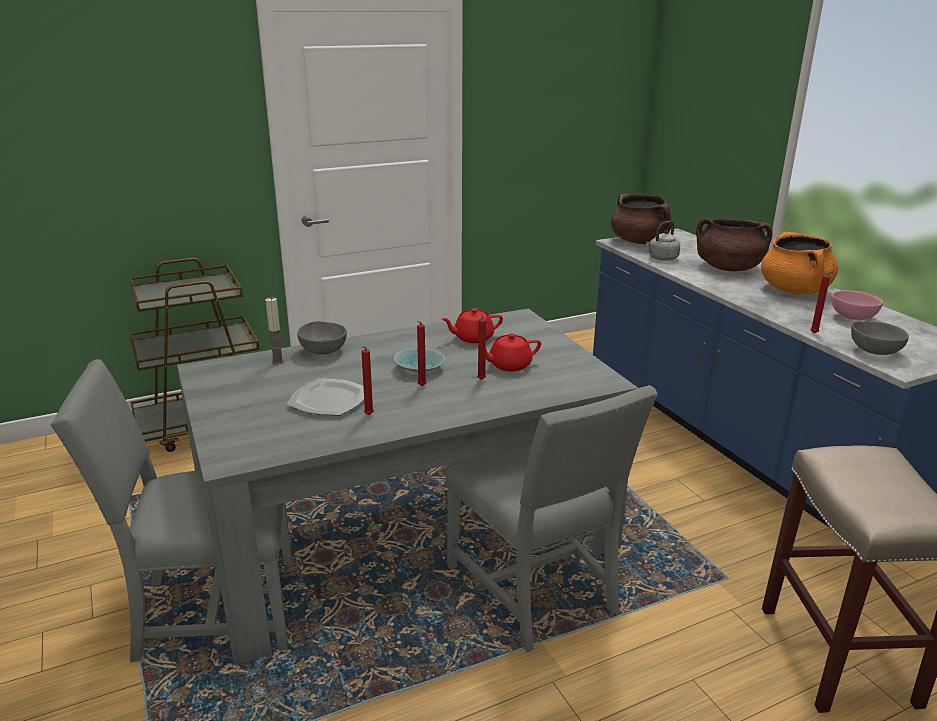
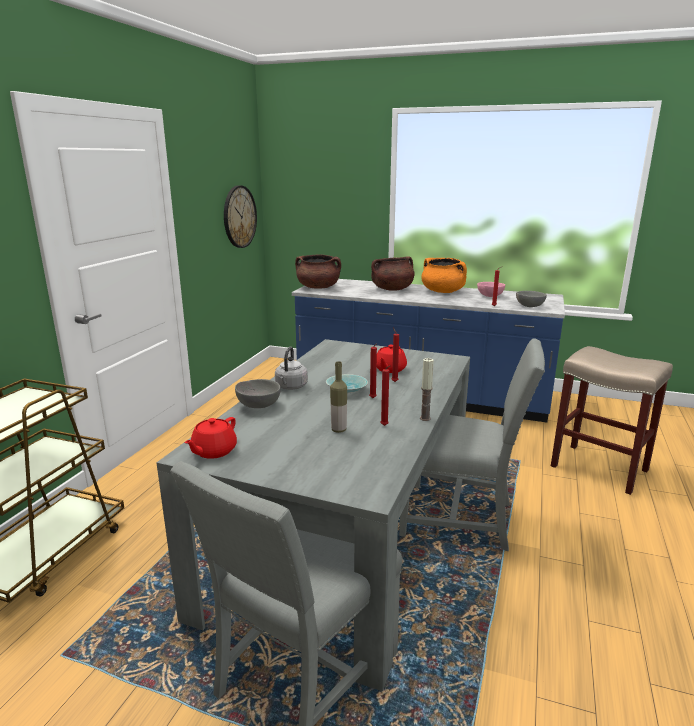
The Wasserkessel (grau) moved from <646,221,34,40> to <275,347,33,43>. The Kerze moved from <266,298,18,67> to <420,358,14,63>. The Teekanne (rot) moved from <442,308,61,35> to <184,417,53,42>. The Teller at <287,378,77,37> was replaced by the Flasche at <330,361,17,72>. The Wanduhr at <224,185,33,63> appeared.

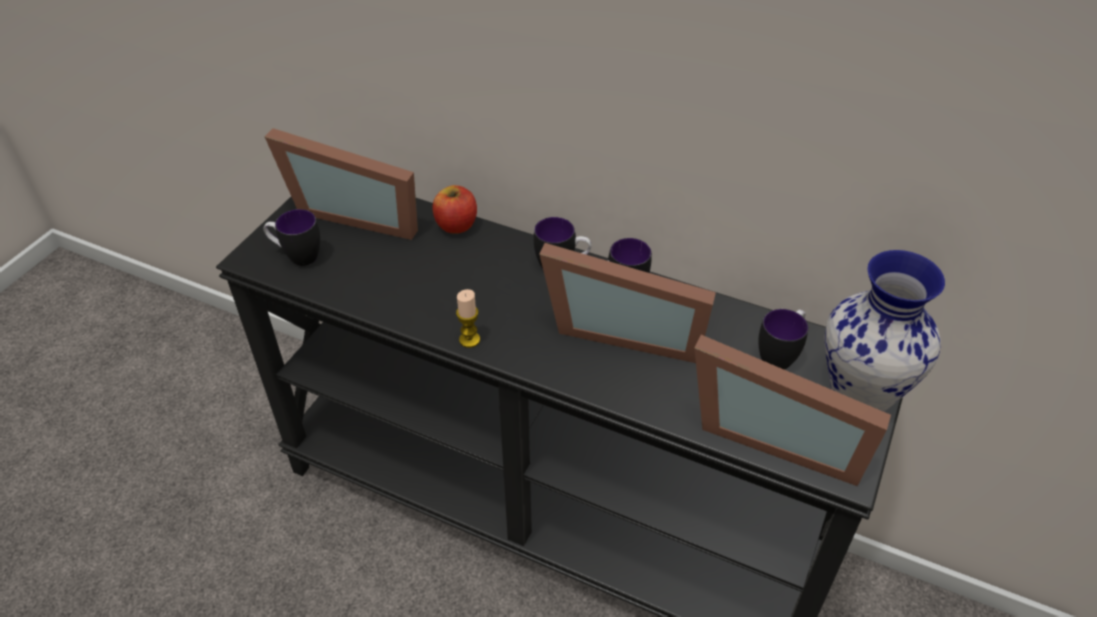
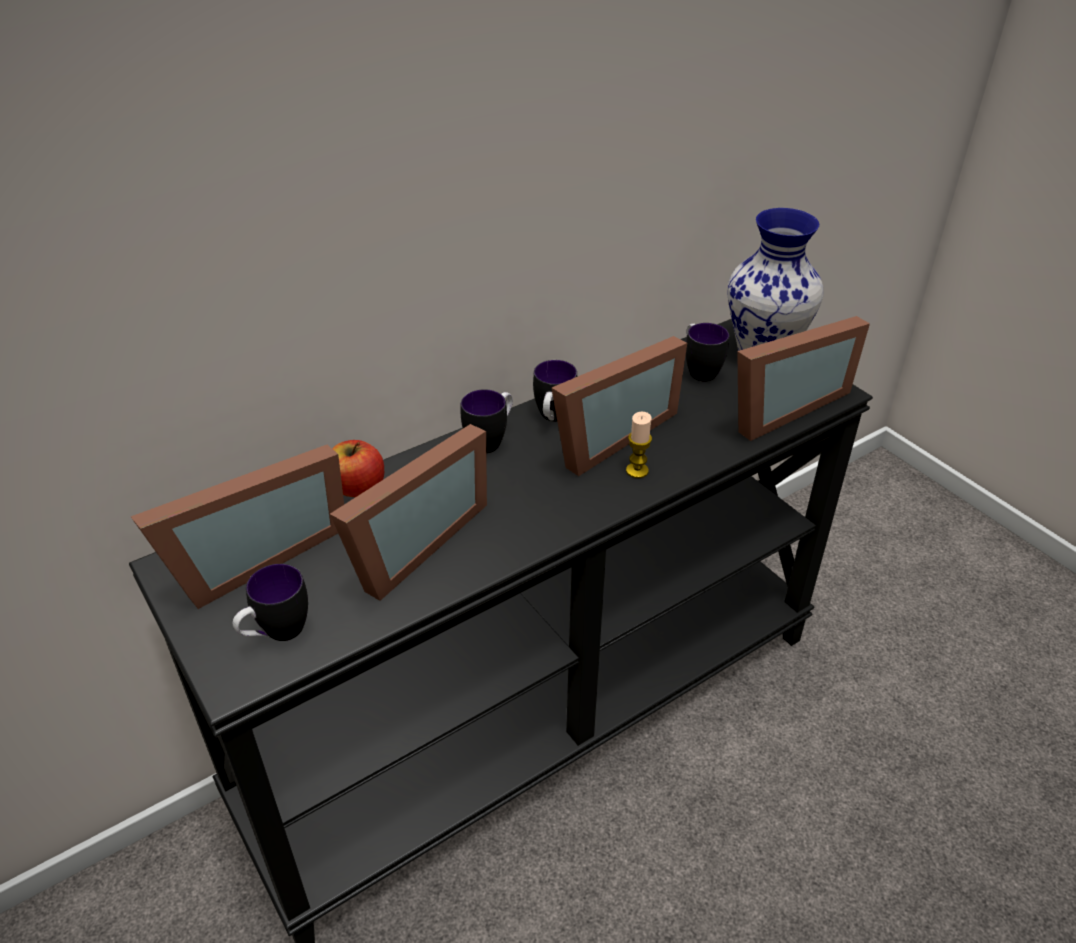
The Kerze moved from <456,289,24,59> to <626,412,26,66>. The Bilderrahmen at <330,424,157,177> appeared.

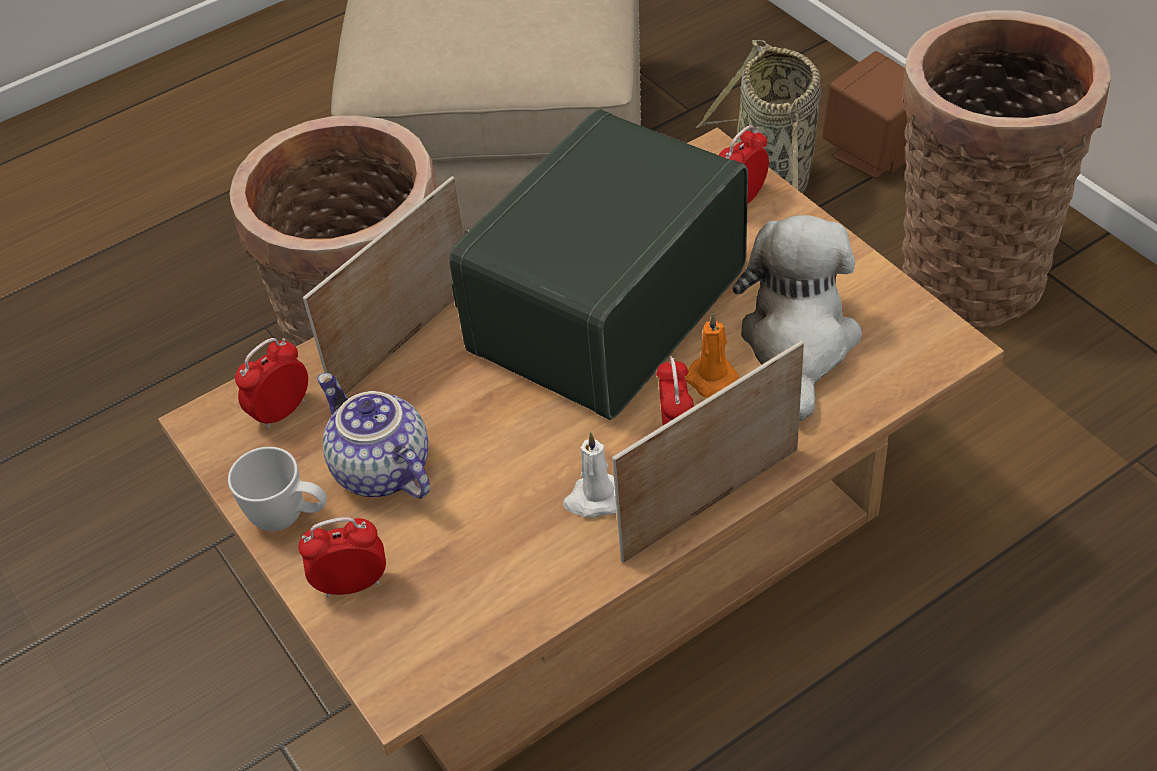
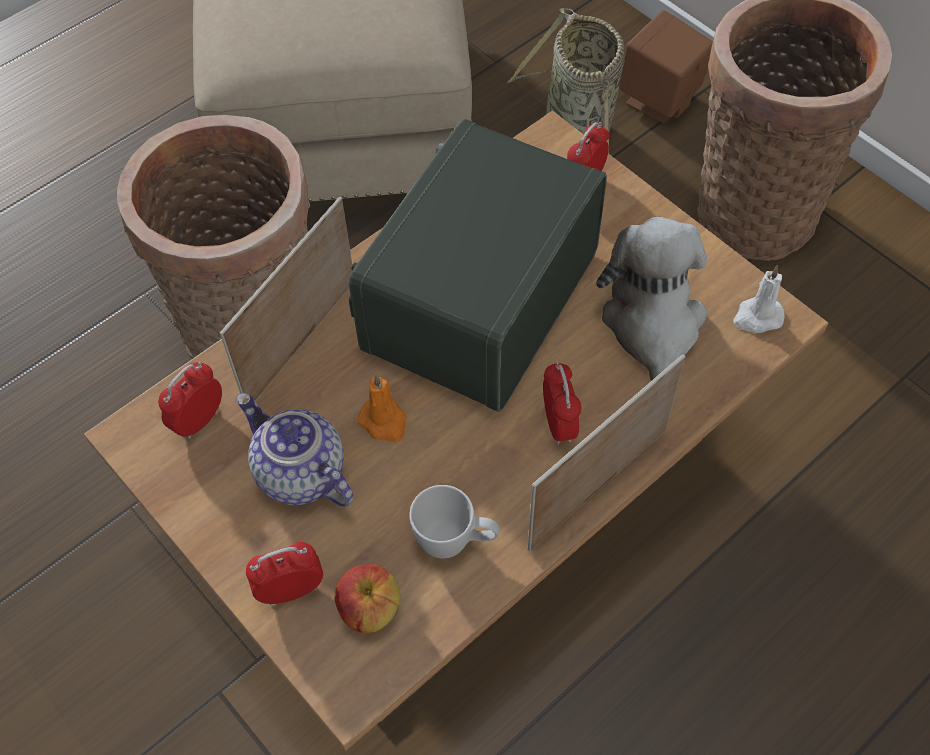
The Kerze (orange) moved from <686,312,53,86> to <358,374,48,68>. The Kerze (weiß) moved from <563,432,54,86> to <733,266,52,67>. The Henkelbecher (weiß) moved from <228,447,99,85> to <409,485,90,73>. The Apfel at <335,564,65,69> appeared.

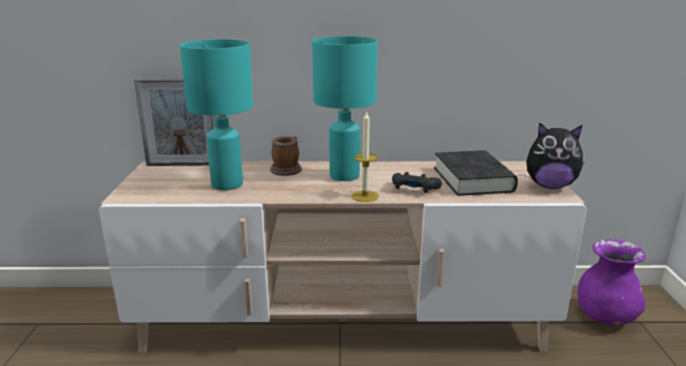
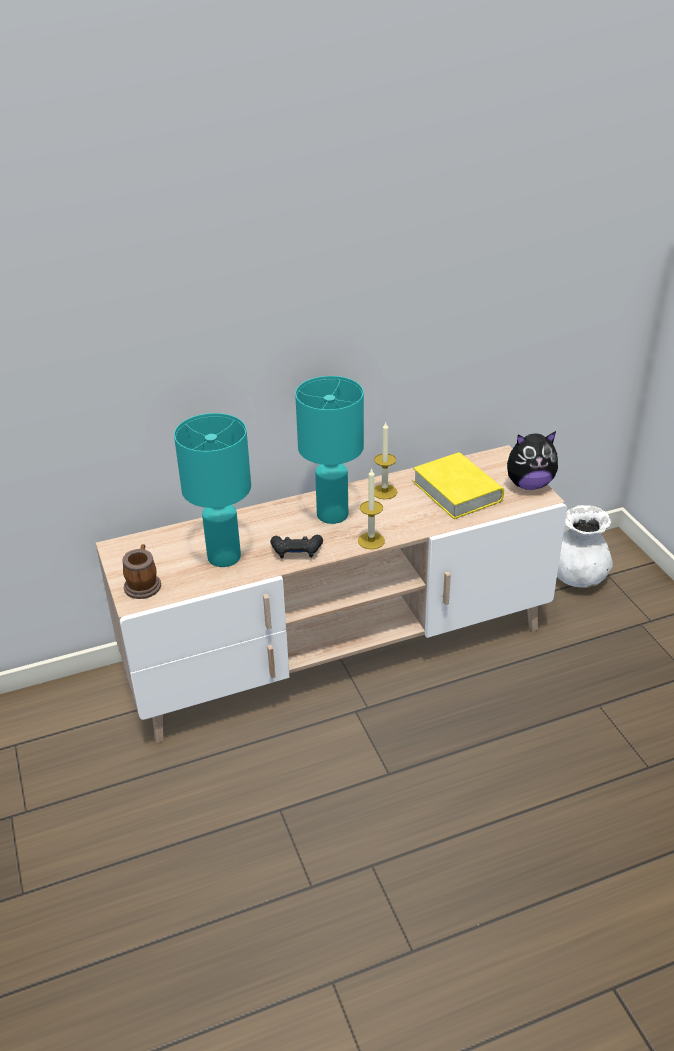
The Bilderrahmen at <134,77,81,89> disappeared. The Henkelbecher moved from <270,136,32,40> to <122,544,39,55>. The Buch (schwarz) at <434,150,84,46> became the Buch (gelb) at <413,453,91,66>. The Gamepad (schwarz) moved from <392,172,50,21> to <270,534,53,24>. The Vase (lila) at <578,239,68,86> became the Vase (weiß) at <557,505,56,83>. The Kerze at <374,422,23,77> appeared.

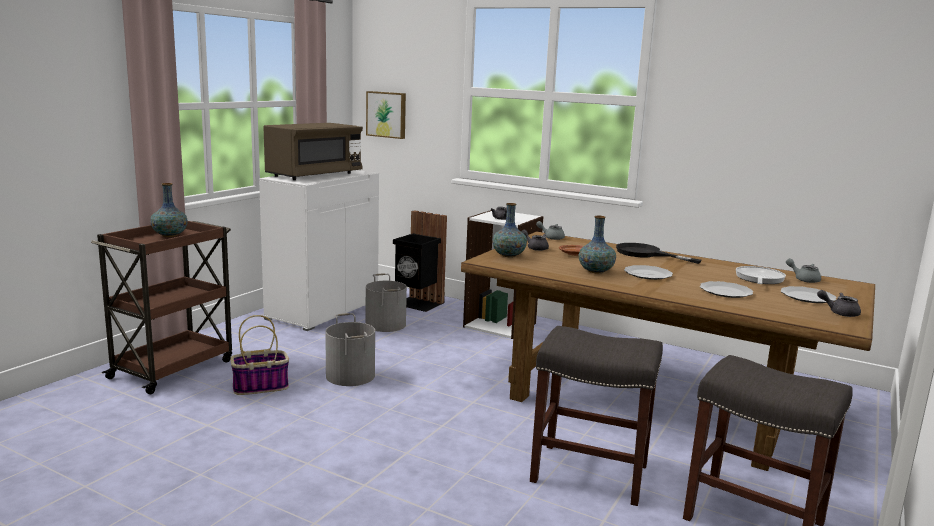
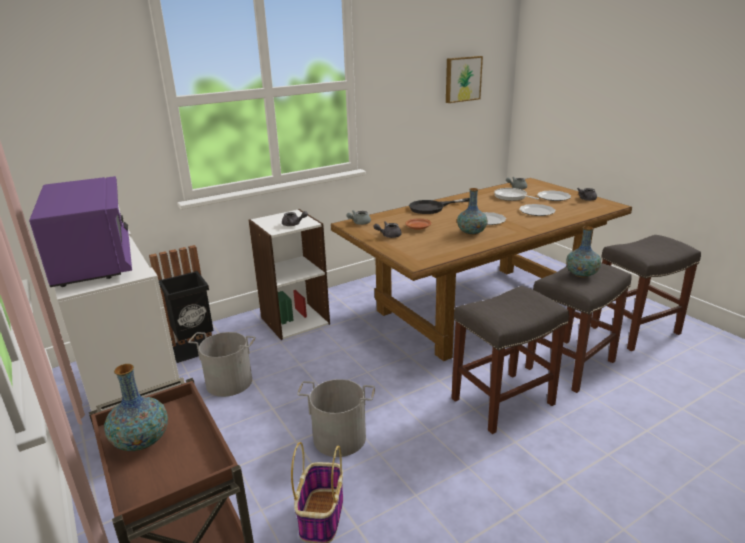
The Bild moved from <366,91,40,48> to <446,56,37,47>. The Mikrowelle (braun) at <263,123,100,57> became the Mikrowelle (lila) at <29,176,103,111>. The Vase moved from <492,203,35,55> to <566,226,35,51>. The Hocker (grau) at <451,286,118,148> appeared.

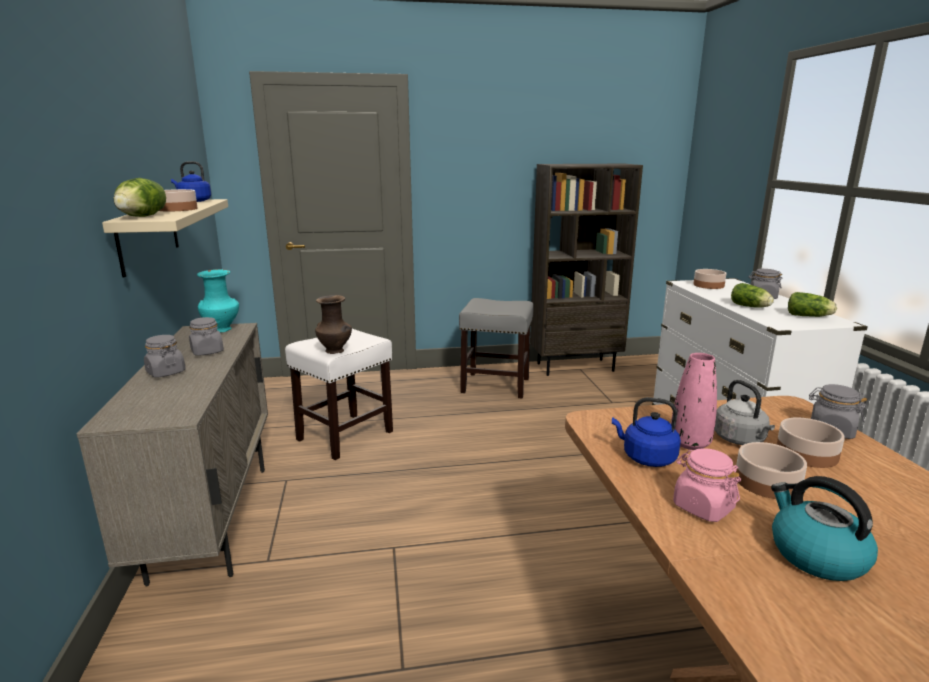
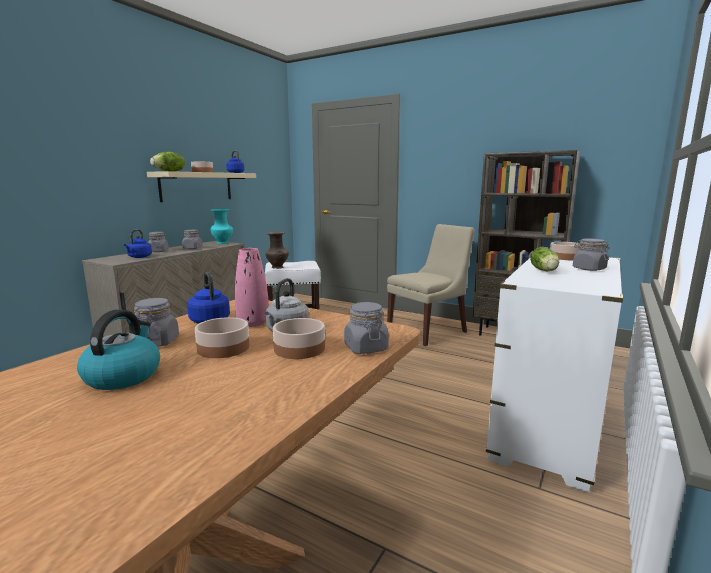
The Salatkopf at <788,292,49,25> disappeared. The Hocker (grau) at <459,298,75,101> was replaced by the Stuhl (beige) at <387,224,87,122>. The Vorratsglas (rosa) at <673,448,68,74> became the Vorratsglas (grau) at <134,298,45,49>. The Wasserkessel (blau) at <124,229,28,29> appeared.

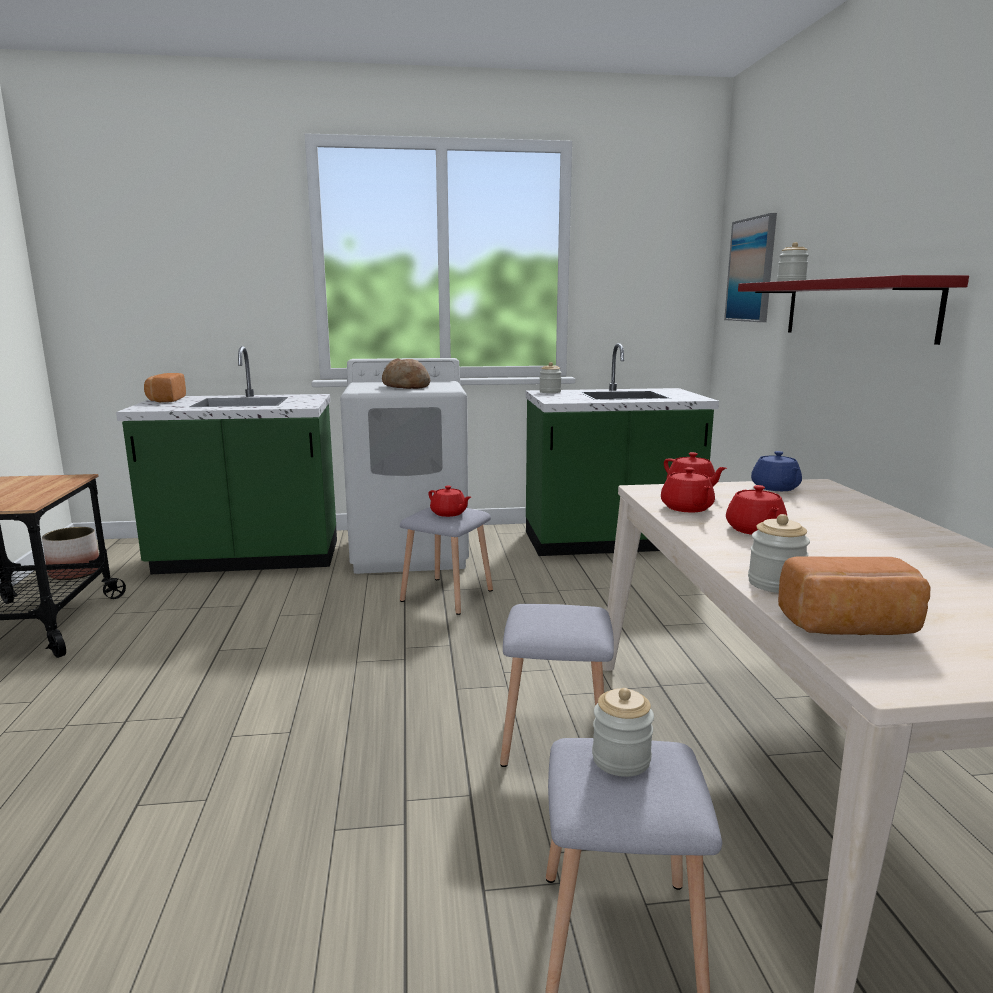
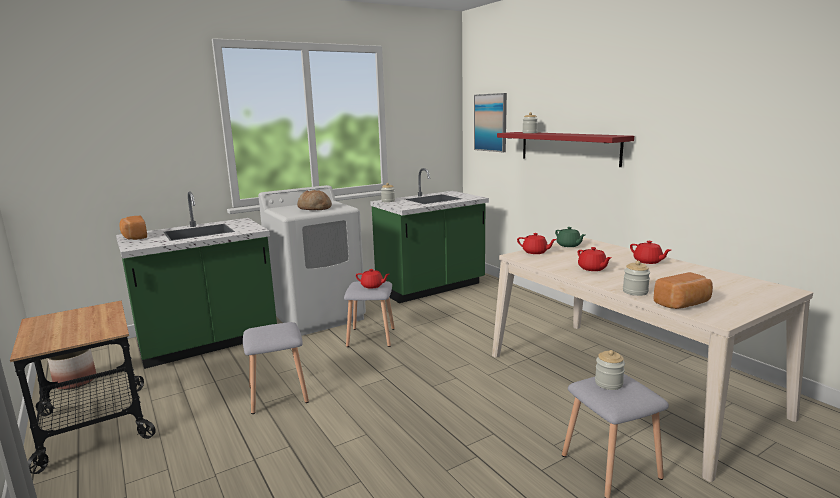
The Teekanne (blau) at <751,451,51,40> became the Teekanne (grün) at <555,227,30,20>. The Teekanne (rot) moved from <661,467,54,45> to <630,241,41,23>. The Hocker (grau) moved from <500,604,114,163> to <243,322,66,92>.

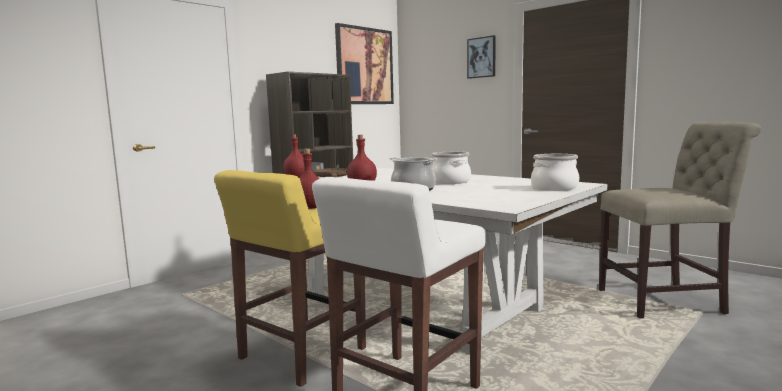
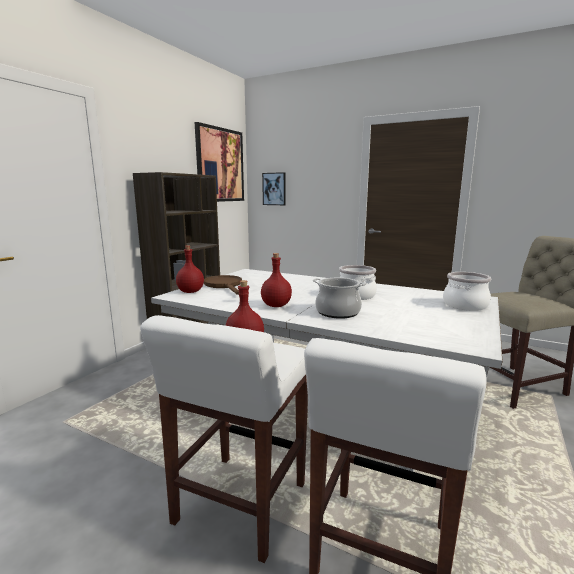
The Bild moved from <467,35,29,44> to <262,172,24,33>. The Hocker (gelb) at <214,170,152,217> became the Hocker (weiß) at <140,315,168,248>.

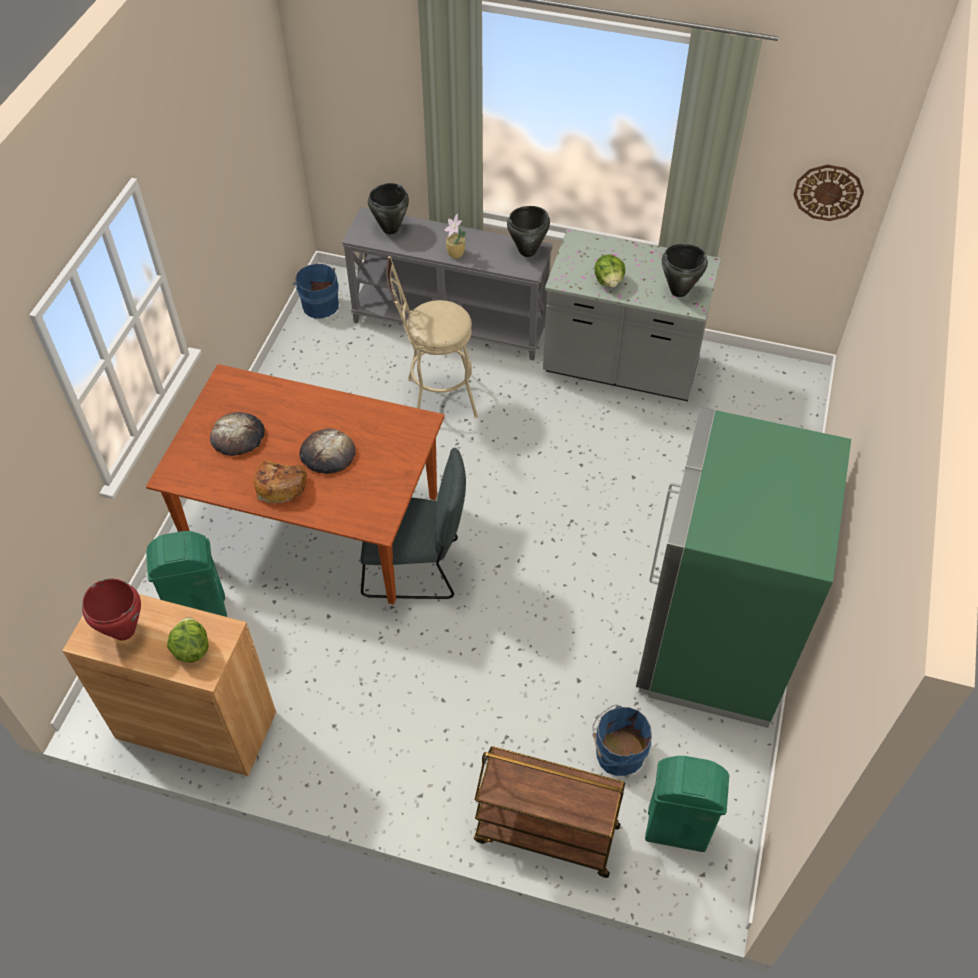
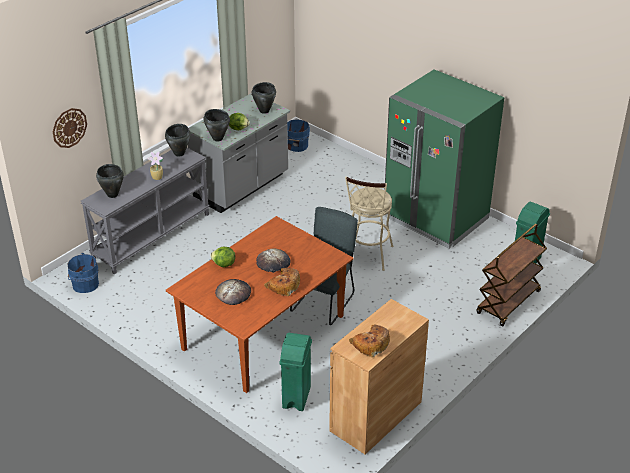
The Wanduhr moved from <793,164,71,57> to <53,108,34,40>. The Hocker (beige) moved from <386,256,92,162> to <345,177,48,94>. The Kochtopf (rot) at <82,579,59,62> was replaced by the Brot at <349,325,41,32>. The Salatkopf moved from <167,617,42,46> to <210,247,25,20>. The Eimer (blau) moved from <592,705,60,71> to <287,119,23,33>. The Kochtopf (schwarz) at <203,109,27,32> appeared.

